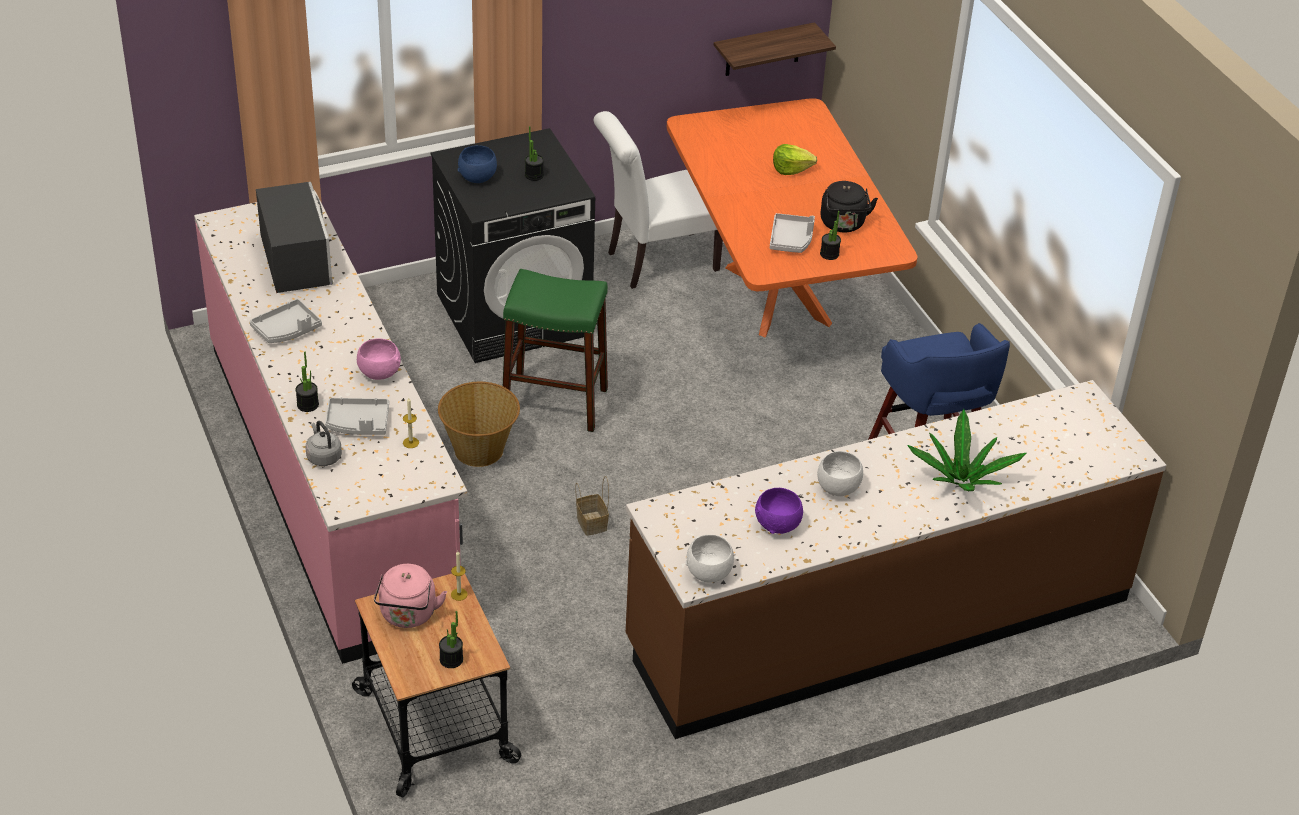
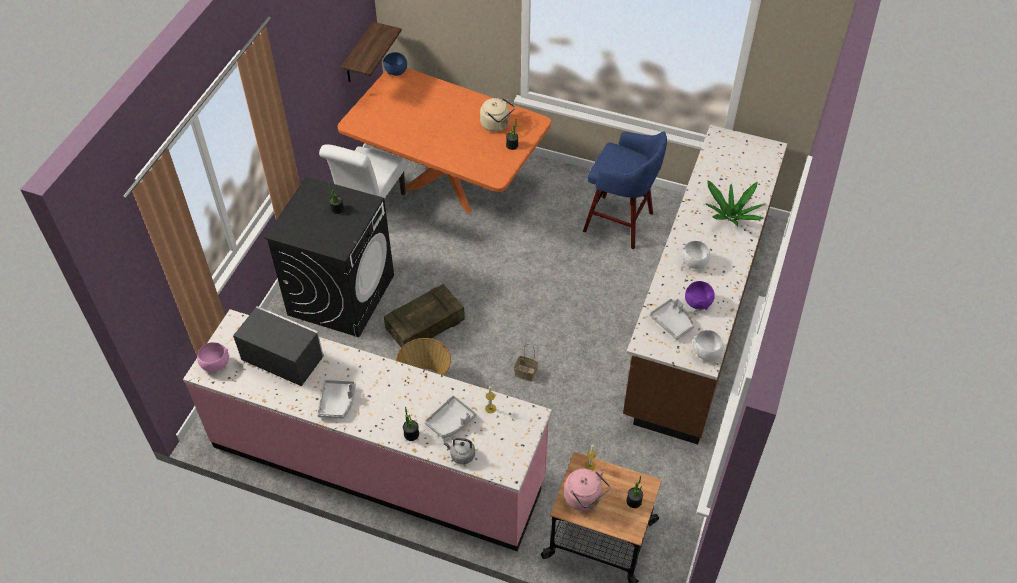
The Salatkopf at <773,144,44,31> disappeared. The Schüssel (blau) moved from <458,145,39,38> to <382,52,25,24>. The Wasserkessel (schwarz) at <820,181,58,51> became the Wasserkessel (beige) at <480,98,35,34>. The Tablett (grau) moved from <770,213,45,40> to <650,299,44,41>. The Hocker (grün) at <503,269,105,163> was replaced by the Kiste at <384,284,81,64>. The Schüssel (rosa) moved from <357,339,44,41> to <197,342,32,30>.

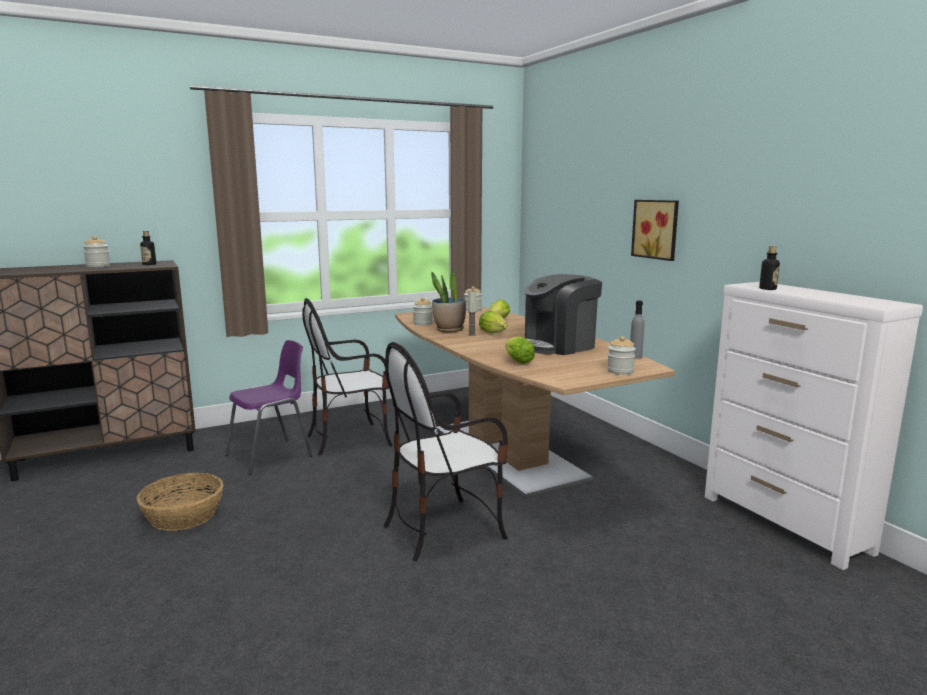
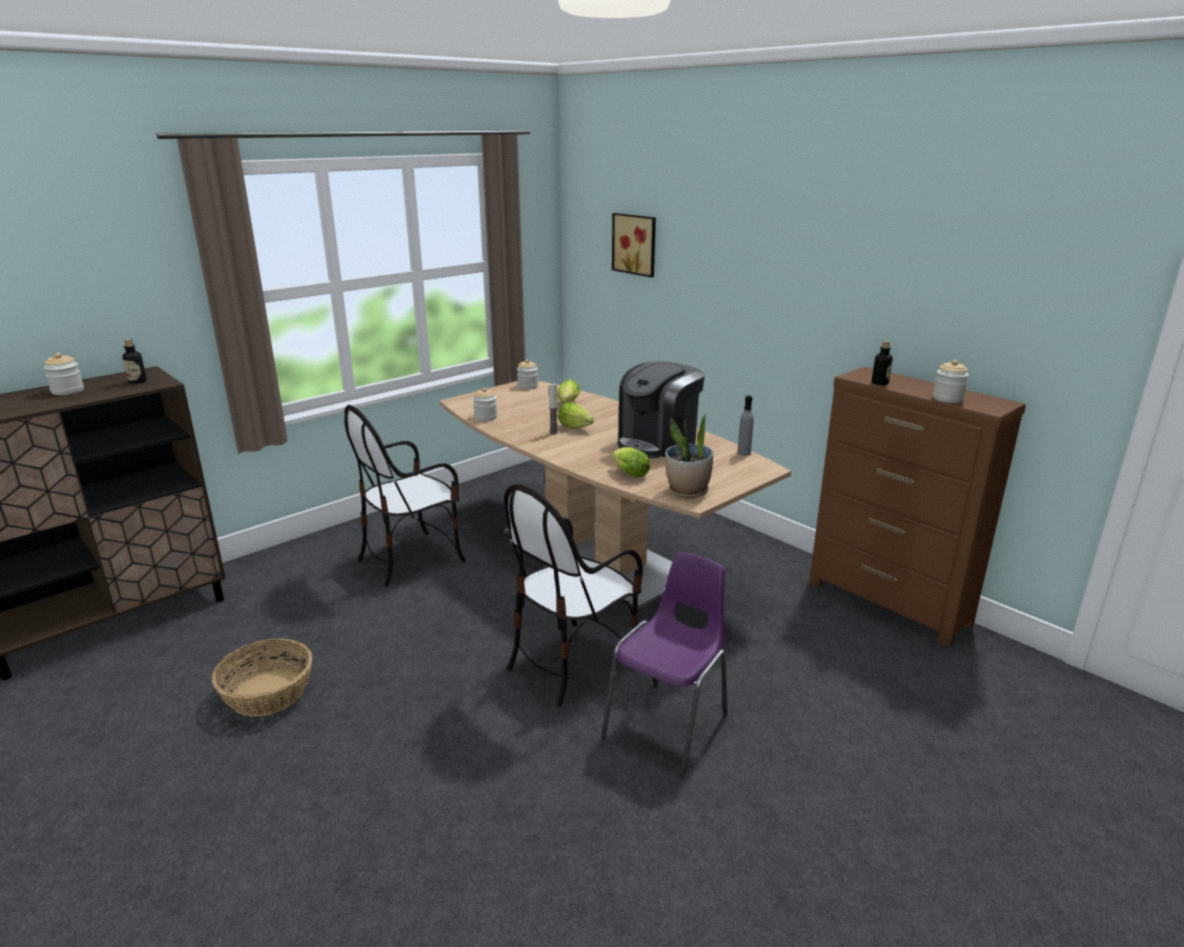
The Bild moved from <631,200,48,61> to <612,213,44,65>. The Topfpflanze moved from <431,269,35,63> to <665,415,48,83>. The Kommode (weiß) at <705,282,218,288> became the Kommode (braun) at <809,367,217,280>. The Vorratsglas moved from <607,336,29,39> to <933,360,36,43>. The Stuhl (lila) moved from <225,340,88,135> to <601,552,127,225>.

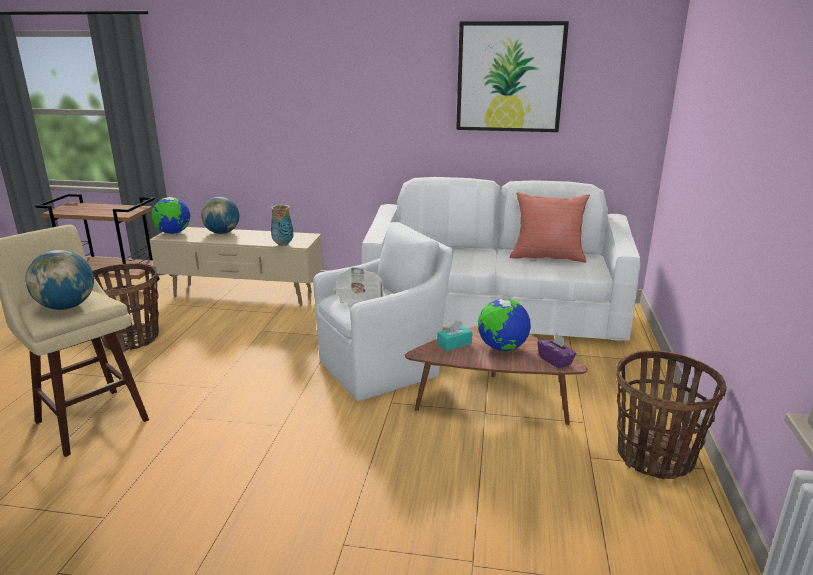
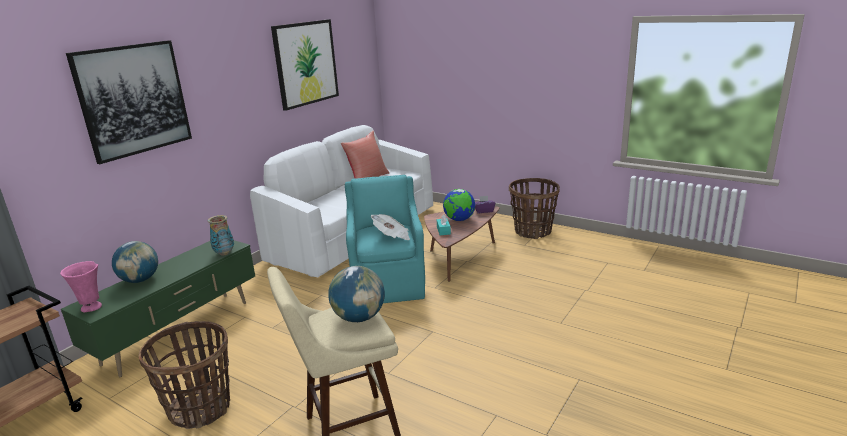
The Globus at <151,197,39,37> was replaced by the Vase (rosa) at <60,261,42,51>. The Sessel (weiß) at <313,222,140,179> became the Sessel (türkis) at <345,175,80,128>. The Fernsehschrank (beige) at <149,227,174,79> became the Fernsehschrank (grün) at <61,240,194,137>. The Bild at <66,40,126,124> appeared.

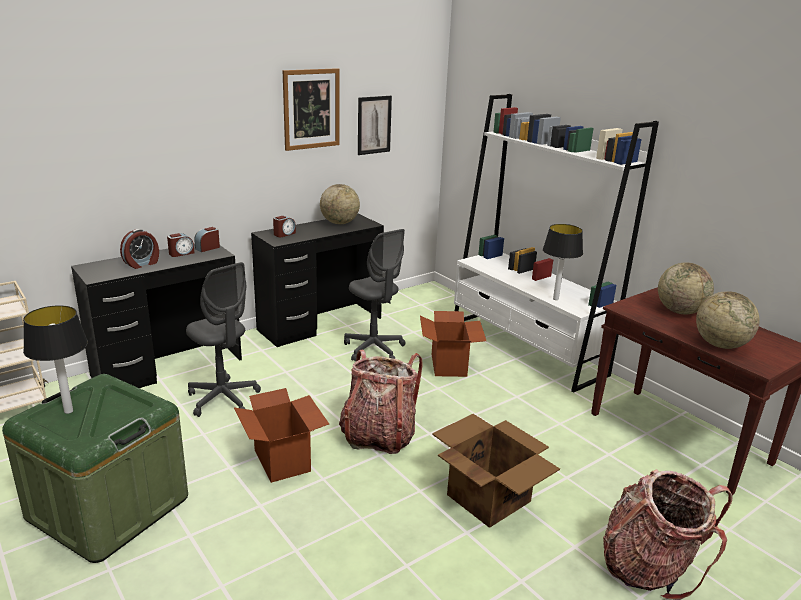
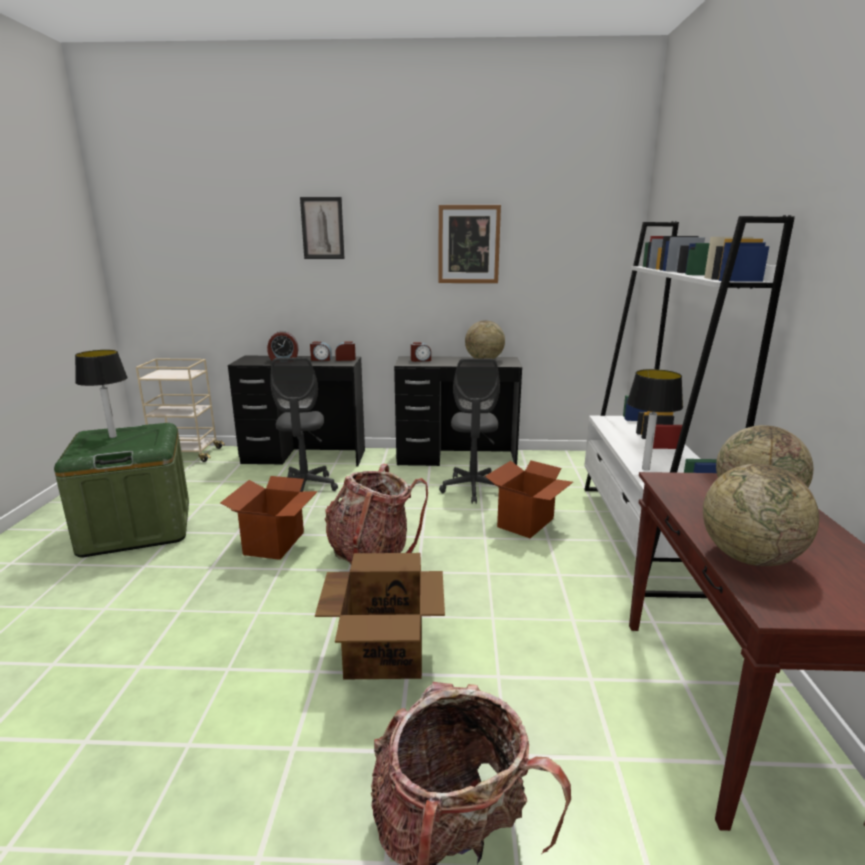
The Bild moved from <358,96,34,59> to <300,197,45,62>.

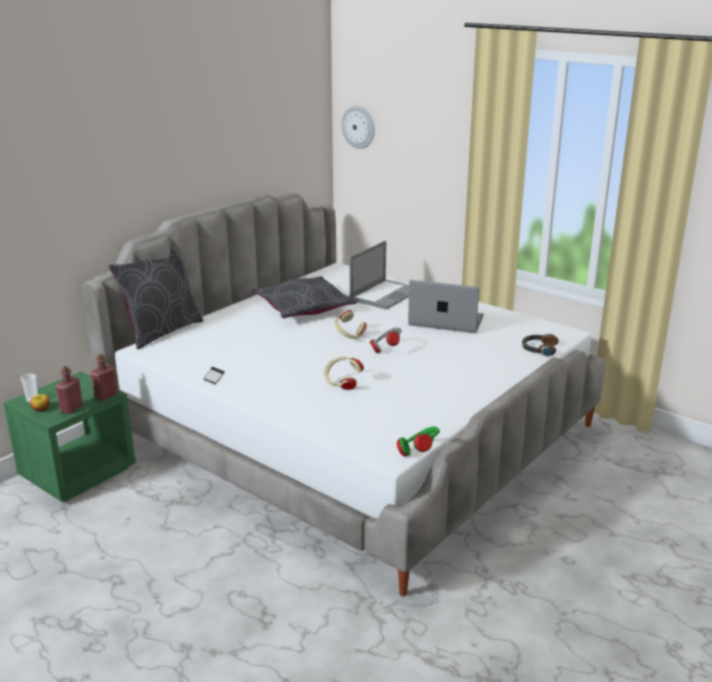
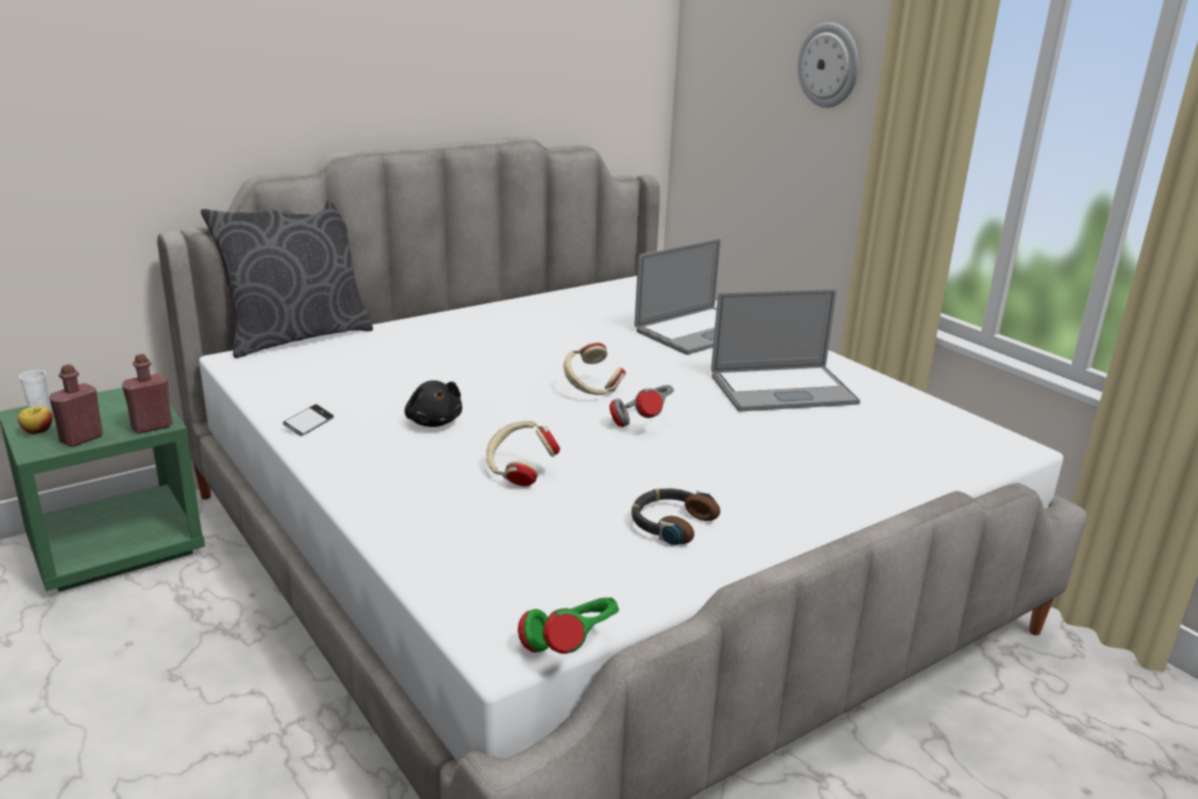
The Wanduhr moved from <341,106,34,43> to <797,22,62,86>. The Kissen (grau) at <252,276,105,42> disappeared. The Laptop at <408,280,76,53> turned 135 degrees clockwise. The Kopfhörer moved from <522,334,37,23> to <631,488,89,58>. The Plüschtier (schwarz) at <405,380,57,47> appeared.

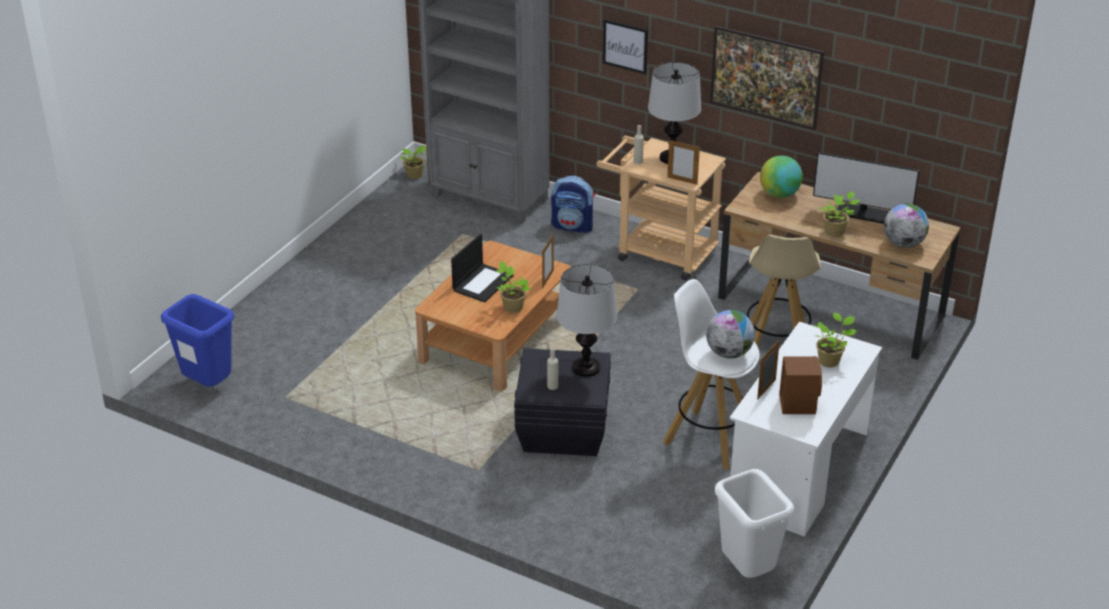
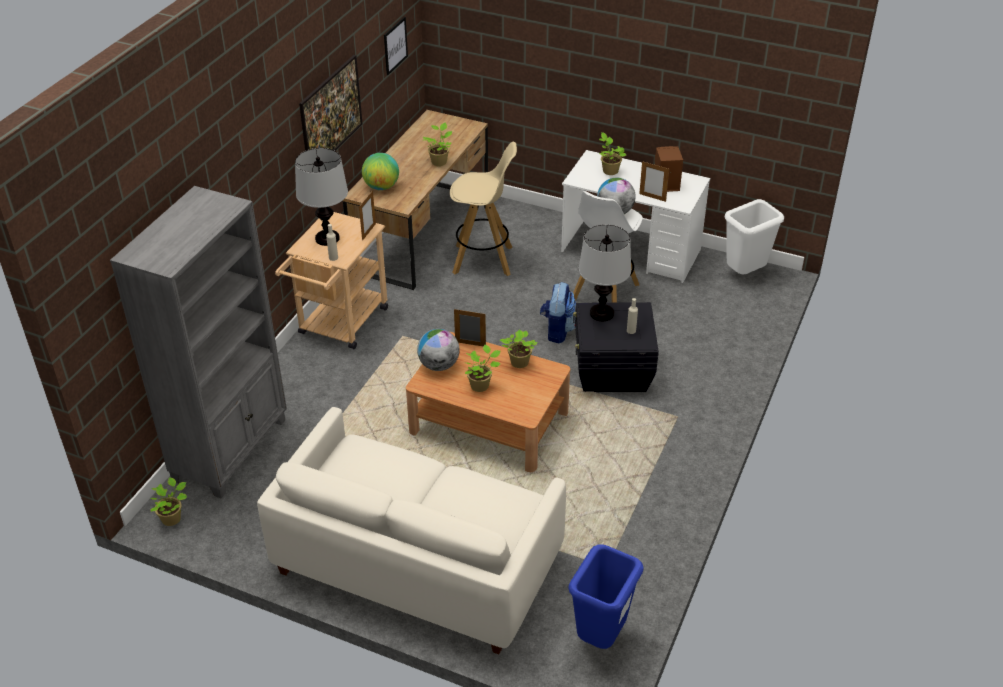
The Bild moved from <603,19,45,55> to <384,17,24,58>. The Monitor at <813,152,107,72> disappeared. The Rucksack moved from <551,176,44,57> to <540,282,36,62>. The Globus moved from <884,203,45,45> to <417,329,43,42>. The Laptop at <451,234,63,68> was replaced by the Topfpflanze at <465,345,36,47>. The Sofa (weiß) at <257,407,309,247> appeared.

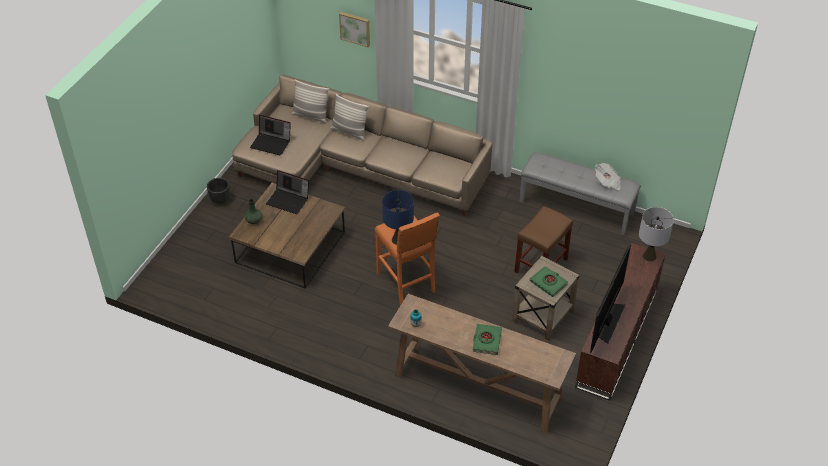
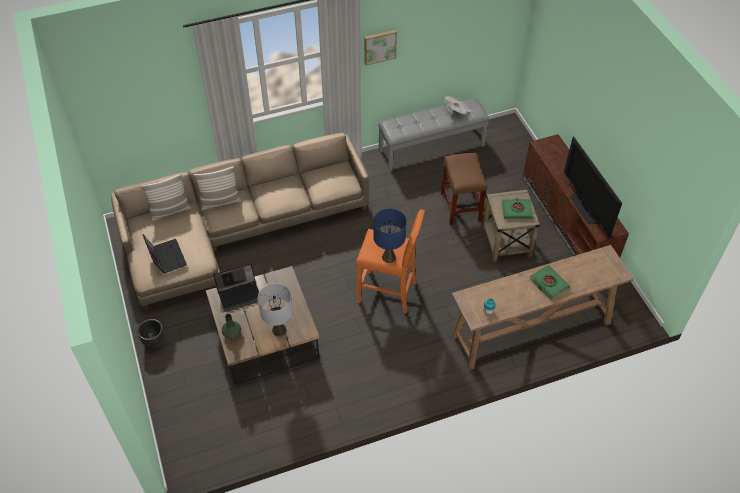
The Bild moved from <339,12,31,35> to <364,30,33,36>. The Laptop at <250,115,41,41> turned 90 degrees counterclockwise. The Tischlampe (grau) moved from <639,207,35,54> to <258,284,35,52>.

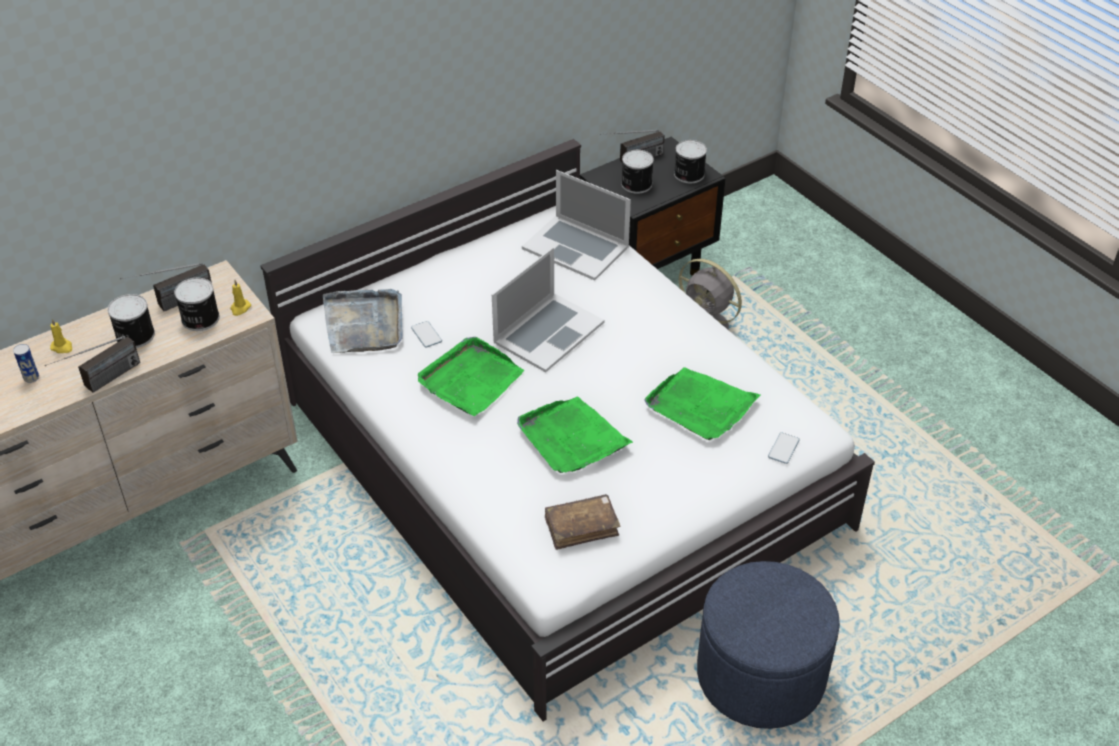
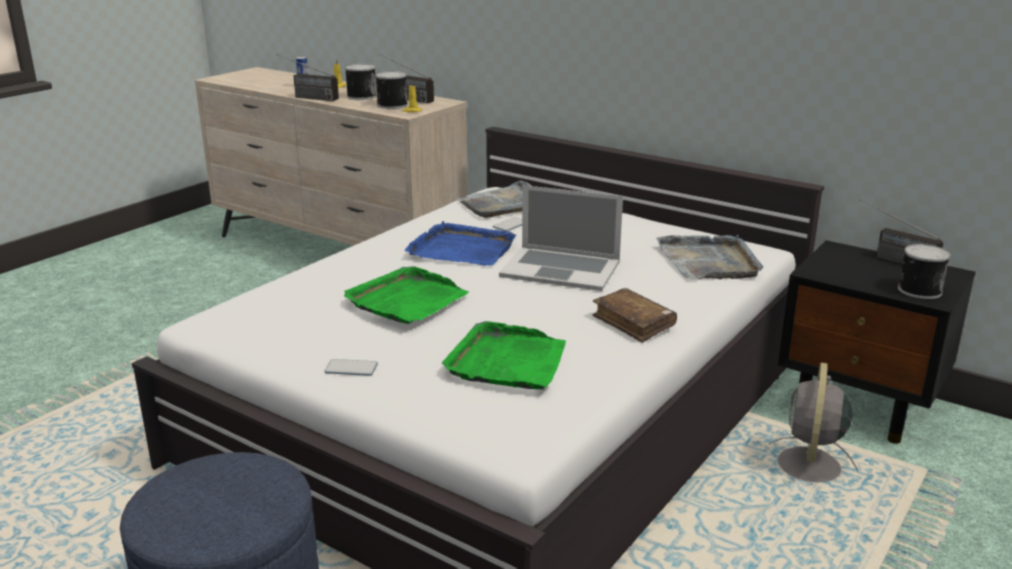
The Dose at <621,150,33,44> disappeared. The Laptop at <522,170,109,111> was replaced by the Tablett (grau) at <656,235,107,44>. The Tablett (grün) at <418,337,106,79> became the Tablett (blau) at <405,221,112,45>. The Handy moved from <768,432,31,32> to <325,359,53,17>. The Buch (braun) moved from <545,494,76,56> to <592,288,85,55>.

